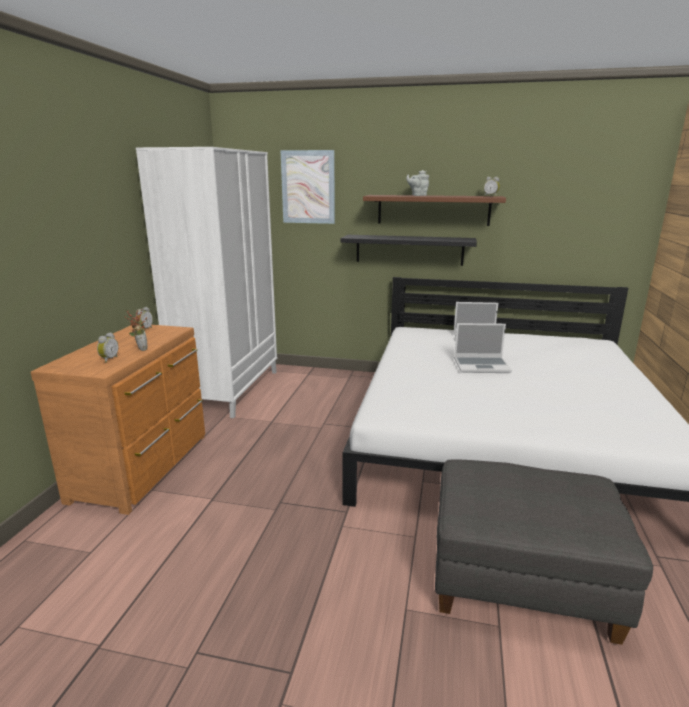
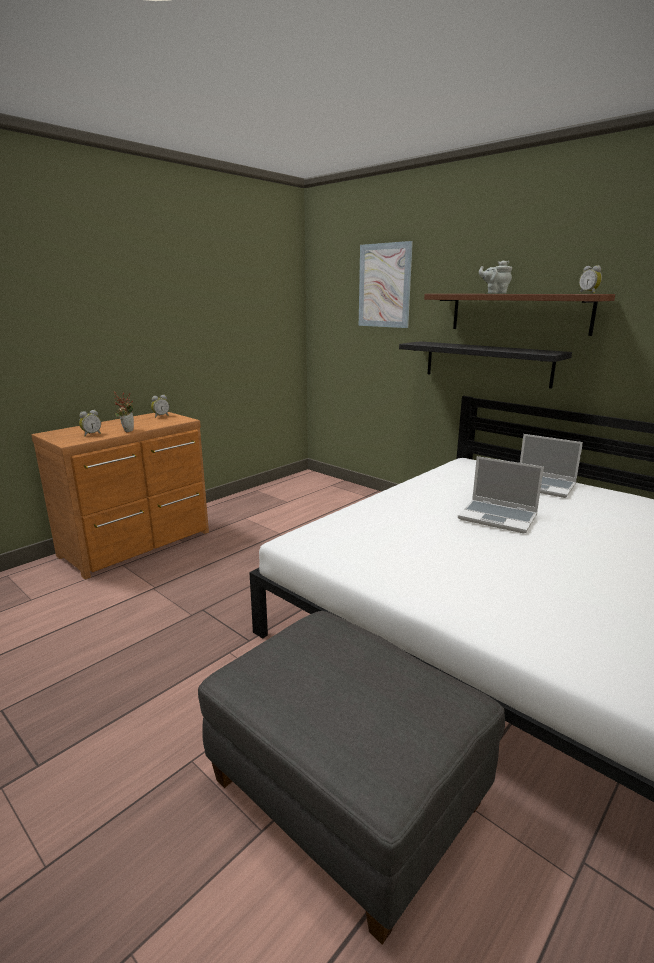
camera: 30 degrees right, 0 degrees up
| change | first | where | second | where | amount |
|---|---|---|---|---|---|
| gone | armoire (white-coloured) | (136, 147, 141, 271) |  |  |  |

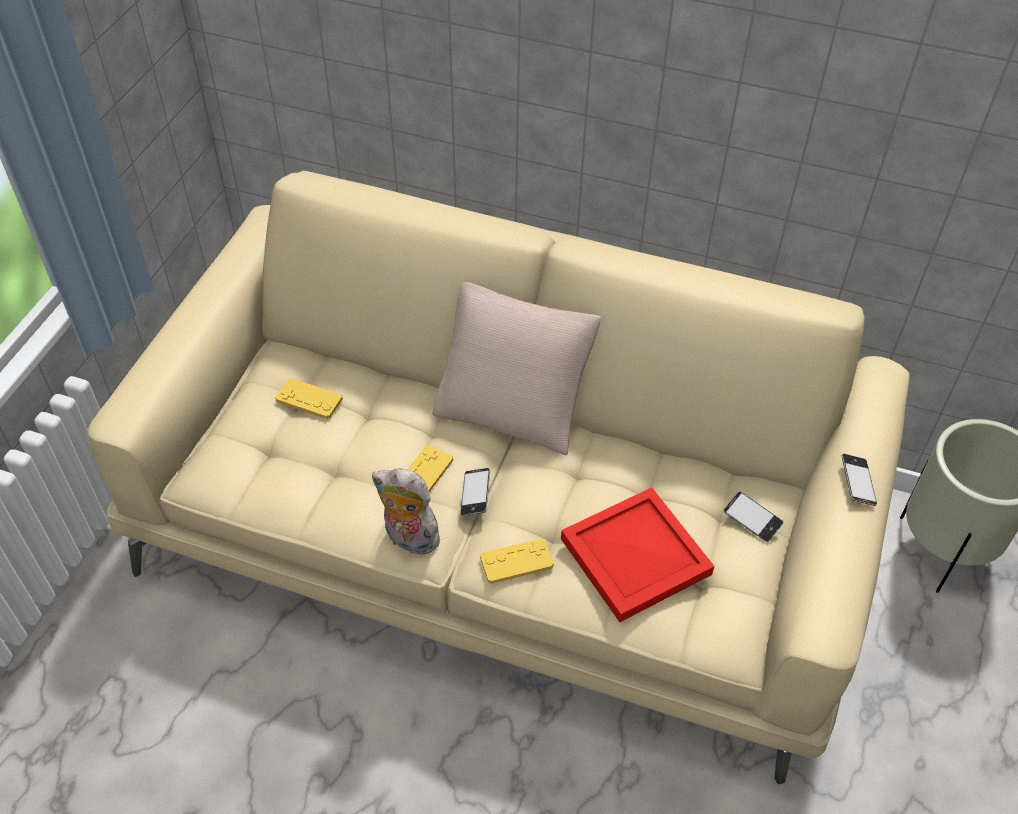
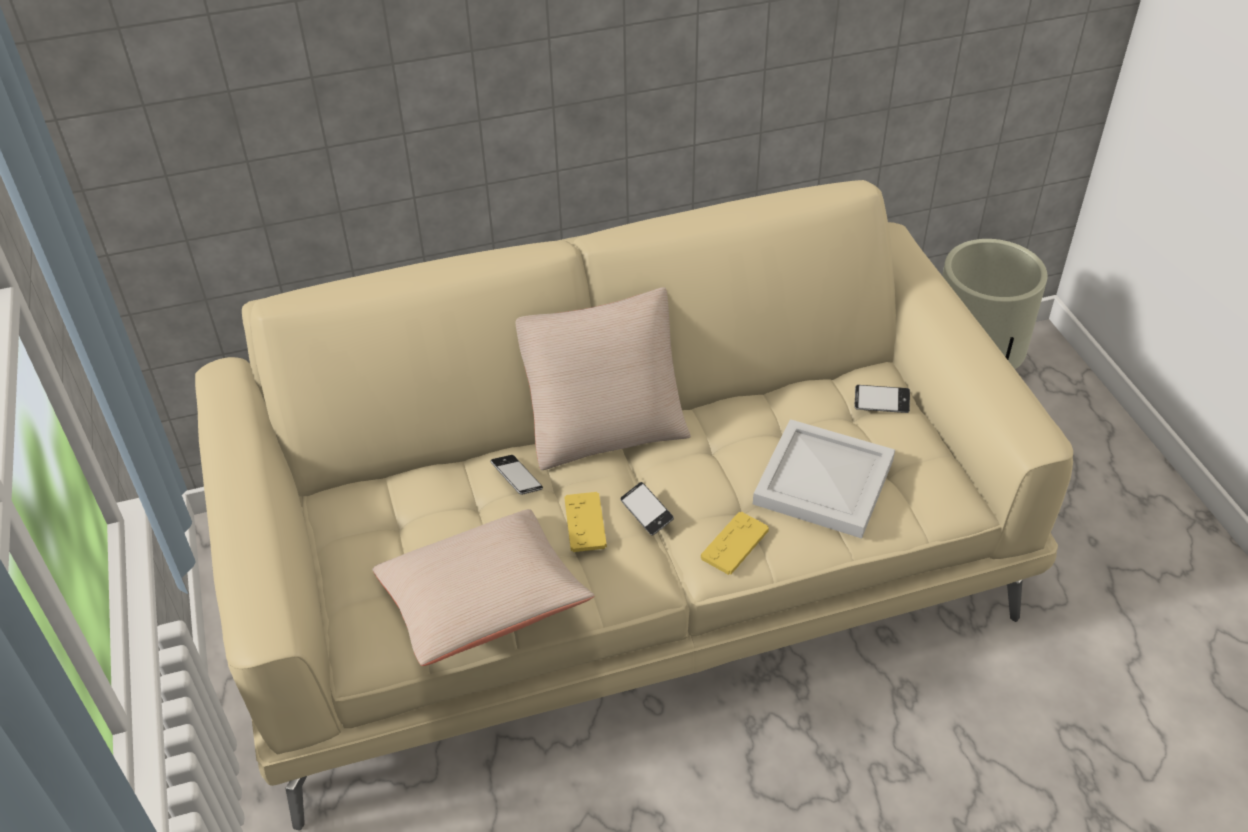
camera: 35 degrees left, 5 degrees down
| change | first | where | second | where | amount |
|---|---|---|---|---|---|
| gone | joypad (yellow) | (275, 378, 68, 41) |  |  |  |
| shifted | handset | (842, 454, 35, 52) |  | (491, 455, 52, 40) |  |
| gone | cuddly toy | (372, 468, 68, 87) |  |  |  |
| repainted | serving tray (red) | (561, 487, 153, 135) | serving tray (white-coloured) | (753, 419, 142, 119) |  |
| new |  |  | cushion (beige) | (372, 509, 222, 157) |  |

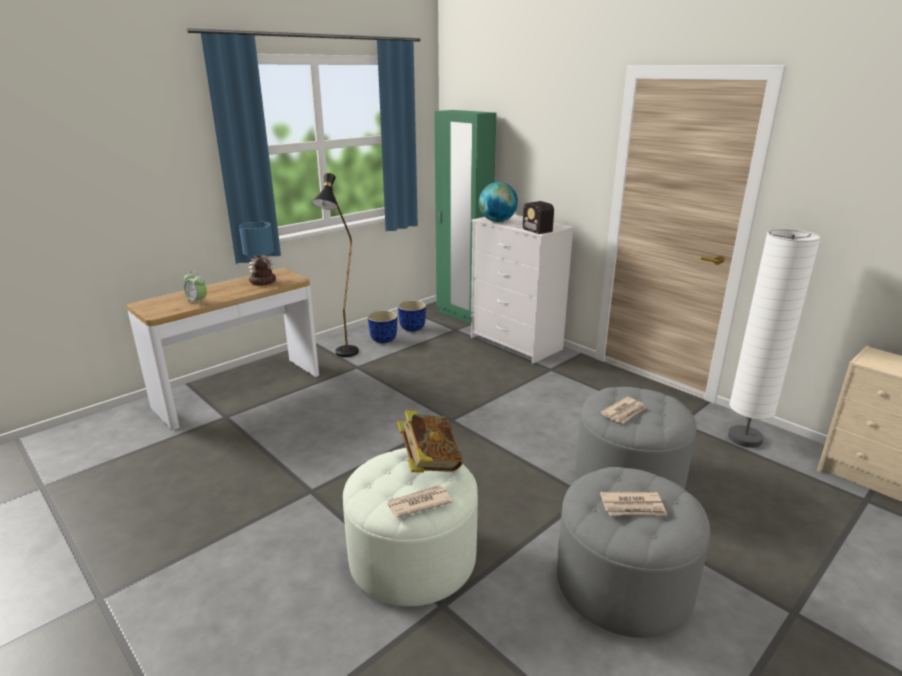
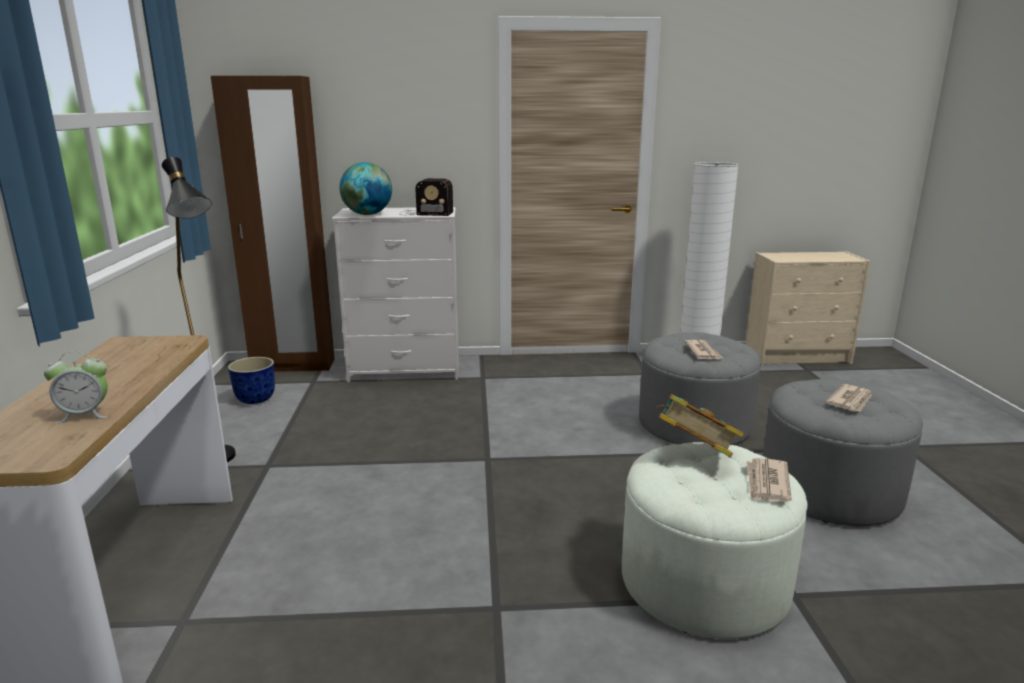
camera: 50 degrees left, 5 degrees down
| change | first | where | second | where | amount |
|---|---|---|---|---|---|
| repainted | armoire (green) | (434, 110, 62, 214) | armoire (brown) | (211, 76, 124, 296) |  |
| gone | tabletop lamp | (239, 222, 37, 64) |  |  |  |
| gone | plant pot | (368, 310, 30, 33) |  |  |  |

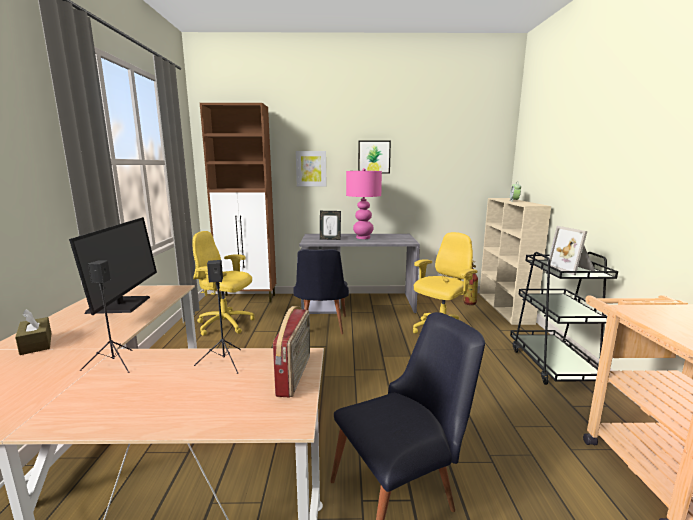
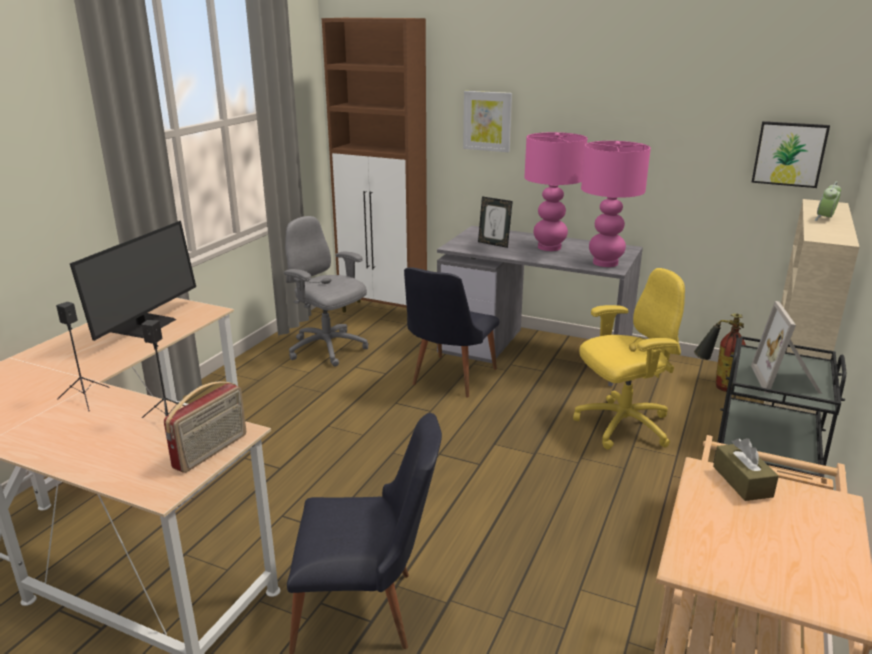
camera: 25 degrees right, 10 degrees up
| change | first | where | second | where | amount |
|---|---|---|---|---|---|
| shifted | wall picture | (358, 140, 33, 33) |  | (751, 121, 79, 67) |  |
| repainted | computer chair (yellow) | (193, 231, 62, 105) | computer chair (gray) | (284, 216, 84, 150) |  |
| shifted | tissue box (brown) | (15, 309, 37, 46) |  | (713, 438, 66, 63) |  |
| new |  |  | tabletop lamp (pink) | (581, 141, 70, 126) |  |

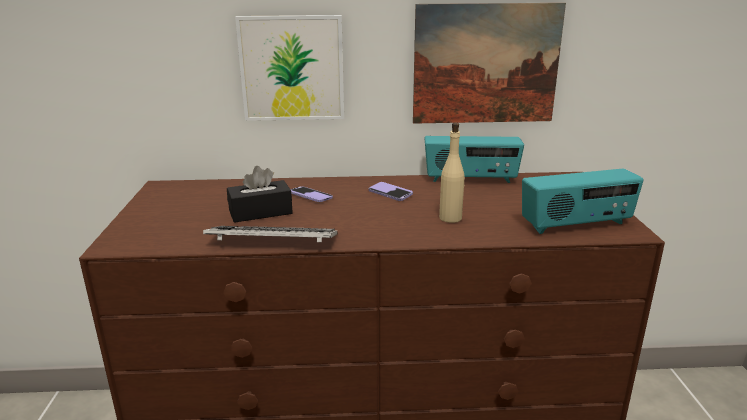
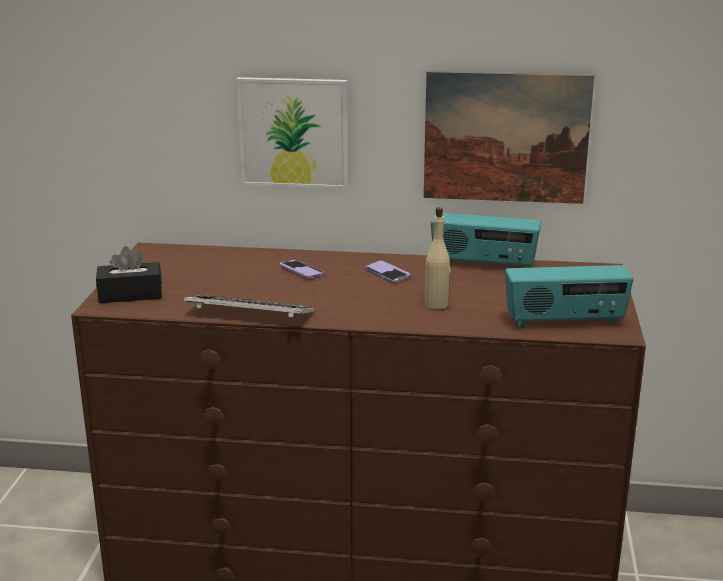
camera: 10 degrees right, 0 degrees up
| change | first | where | second | where | amount |
|---|---|---|---|---|---|
| shifted | tissue box (blackish) | (227, 166, 66, 57) |  | (96, 246, 66, 57) |  |

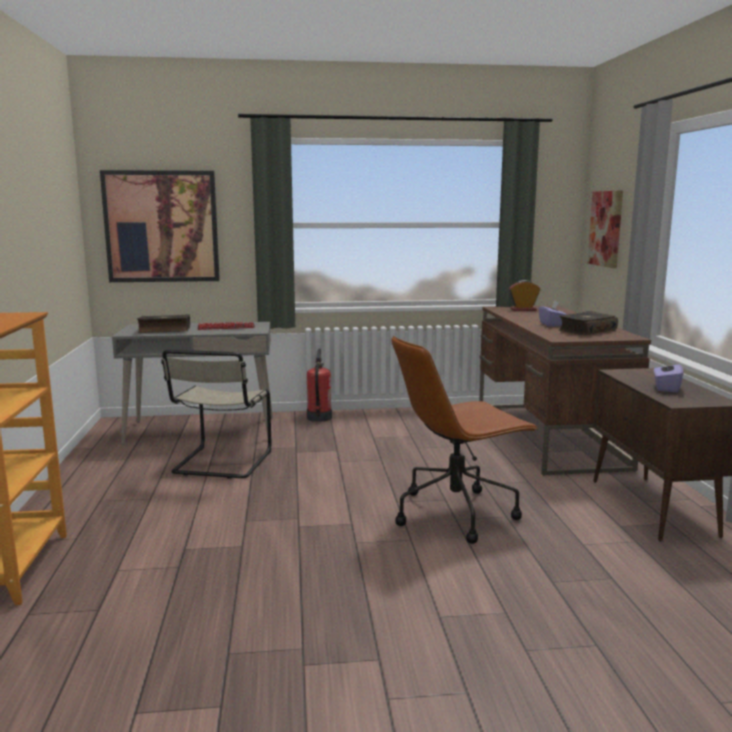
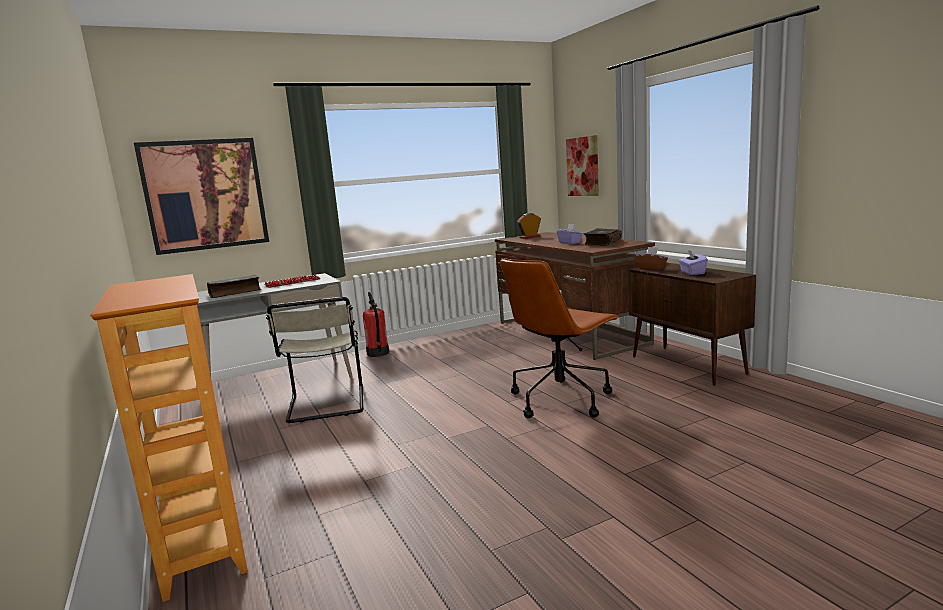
camera: 20 degrees left, 0 degrees up
| change | first | where | second | where | amount |
|---|---|---|---|---|---|
| new |  |  | tissue box (brown) | (635, 247, 33, 24) |  |

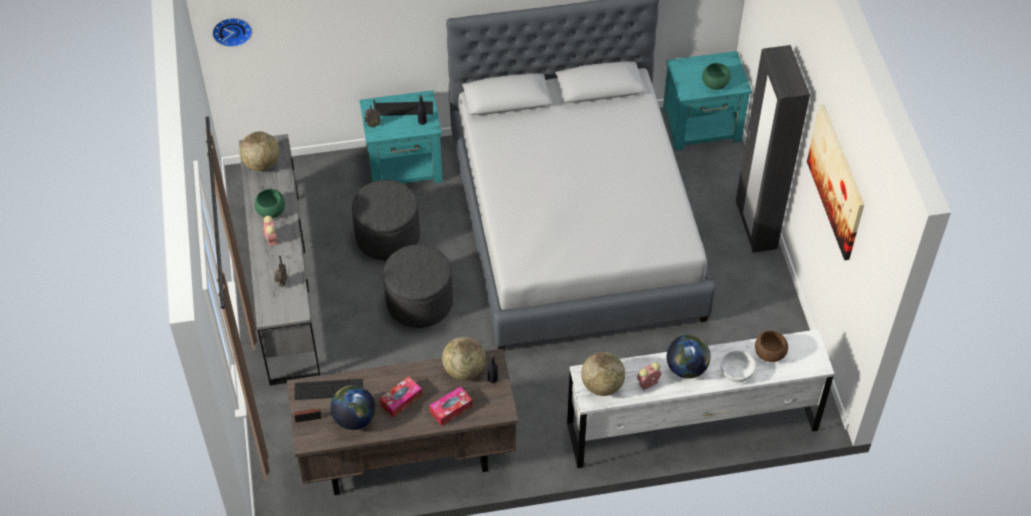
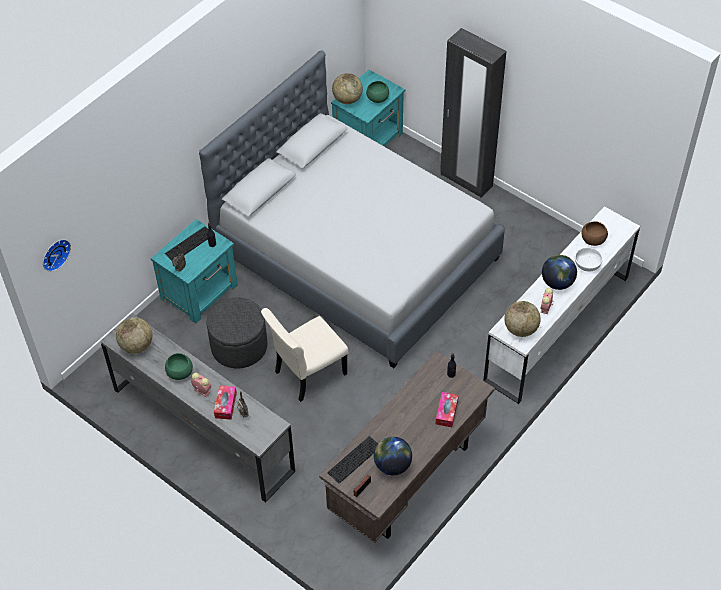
camera: 40 degrees left, 0 degrees up
| change | first | where | second | where | amount |
|---|---|---|---|---|---|
| gone | wall picture | (807, 104, 57, 156) |  |  |  |
| swapped | pouffe (gray) | (383, 245, 70, 83) | upright chair (beige) | (261, 308, 87, 94) |  |
| shifted | globe | (442, 337, 44, 43) |  | (332, 73, 31, 31) |  |
| shifted | tissue box | (380, 376, 42, 42) |  | (214, 385, 23, 35) |  |

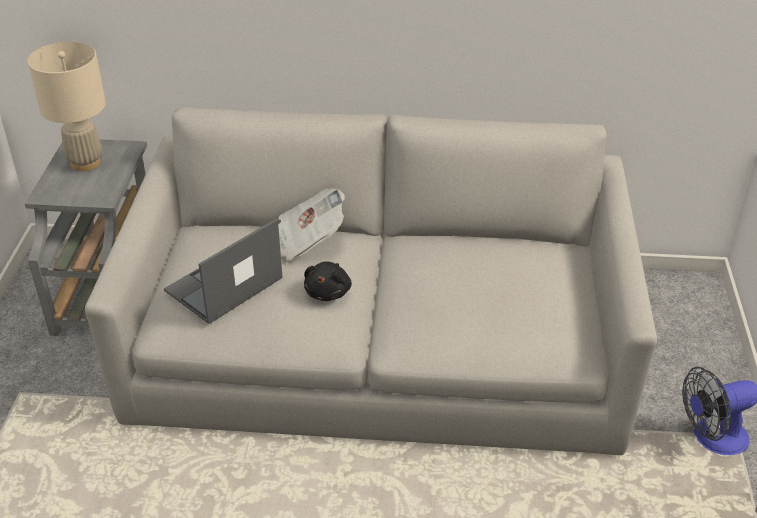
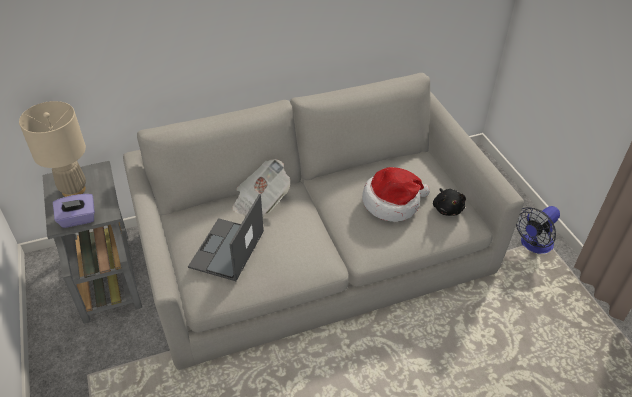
camera: 25 degrees left, 5 degrees up
| change | first | where | second | where | amount |
|---|---|---|---|---|---|
| shifted | cuddly toy (blackish) | (304, 262, 48, 39) |  | (433, 188, 33, 28) |  |
| new |  |  | hat | (362, 167, 68, 55) |  |
| new |  |  | tissue box (purple) | (53, 194, 42, 34) |  |

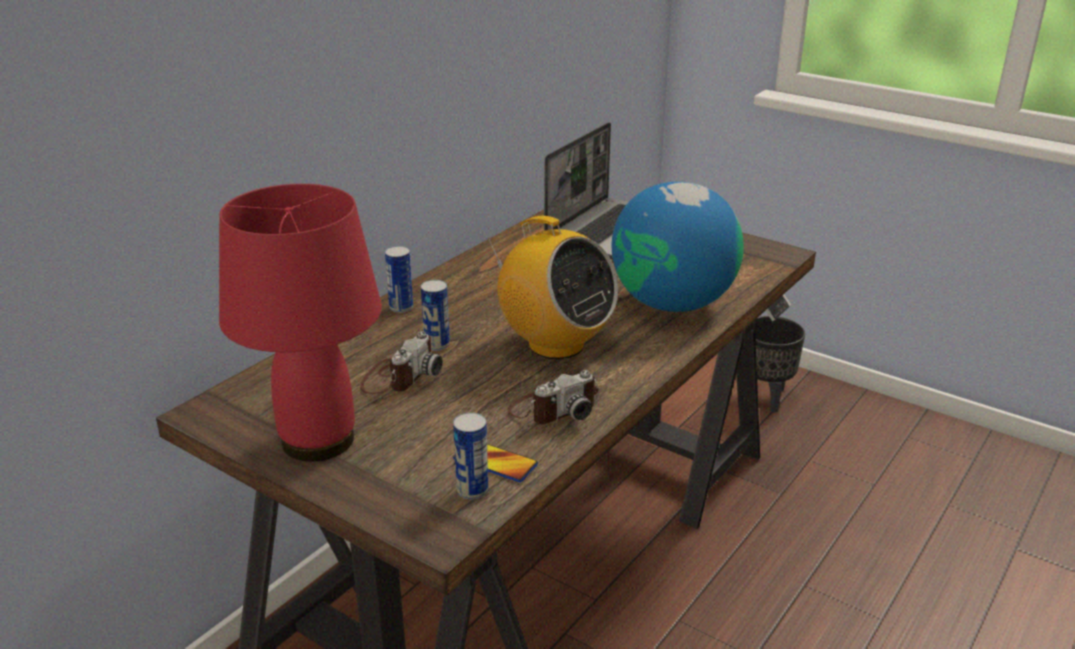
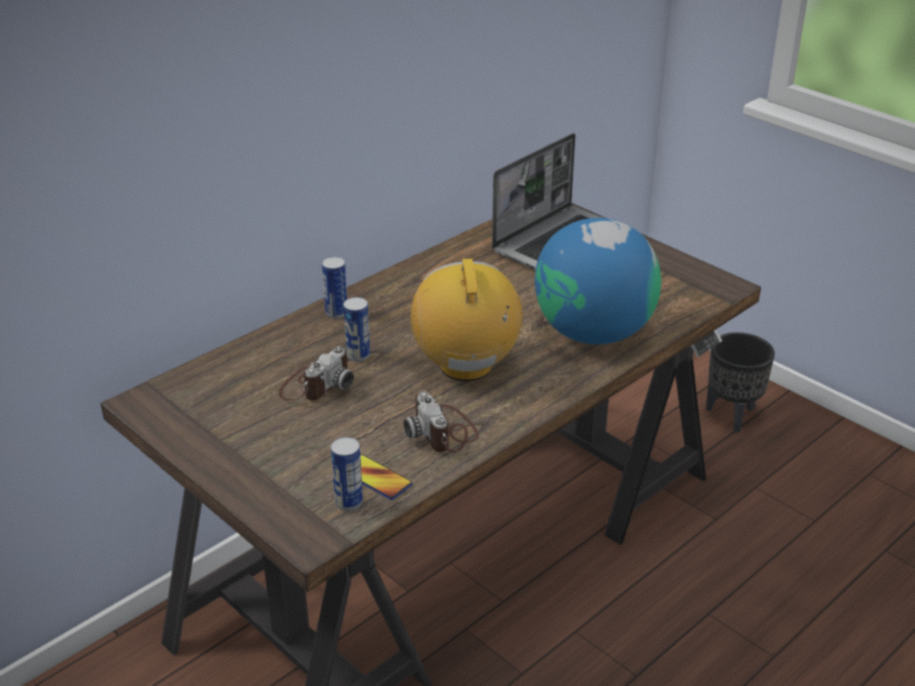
camera: 10 degrees right, 5 degrees up
| change | first | where | second | where | amount |
|---|---|---|---|---|---|
| gone | tabletop lamp (red) | (219, 184, 163, 278) |  |  |  |
| rotated | radio | (488, 216, 130, 143) |  | (411, 258, 111, 123) | 150 degrees counterclockwise |
| rotated | photo camera | (507, 370, 92, 54) |  | (404, 391, 75, 62) | 90 degrees clockwise |

